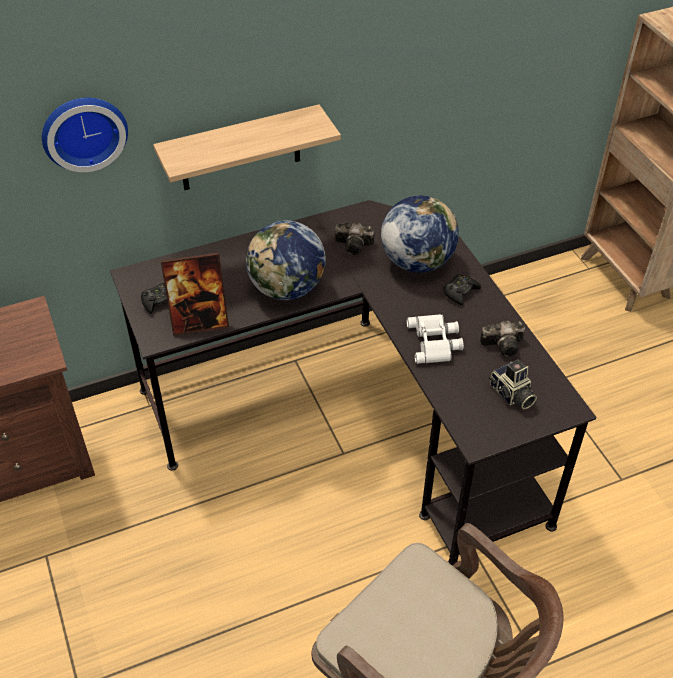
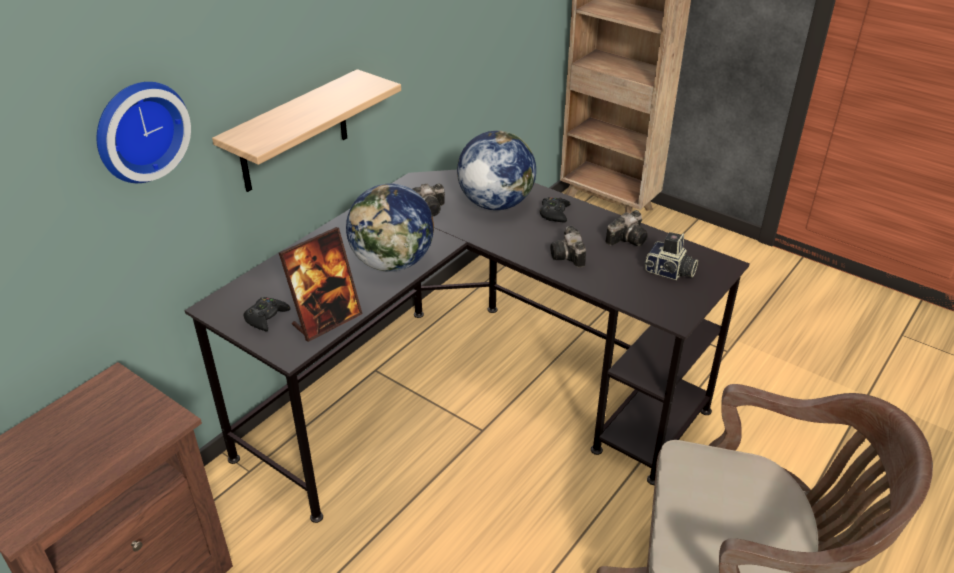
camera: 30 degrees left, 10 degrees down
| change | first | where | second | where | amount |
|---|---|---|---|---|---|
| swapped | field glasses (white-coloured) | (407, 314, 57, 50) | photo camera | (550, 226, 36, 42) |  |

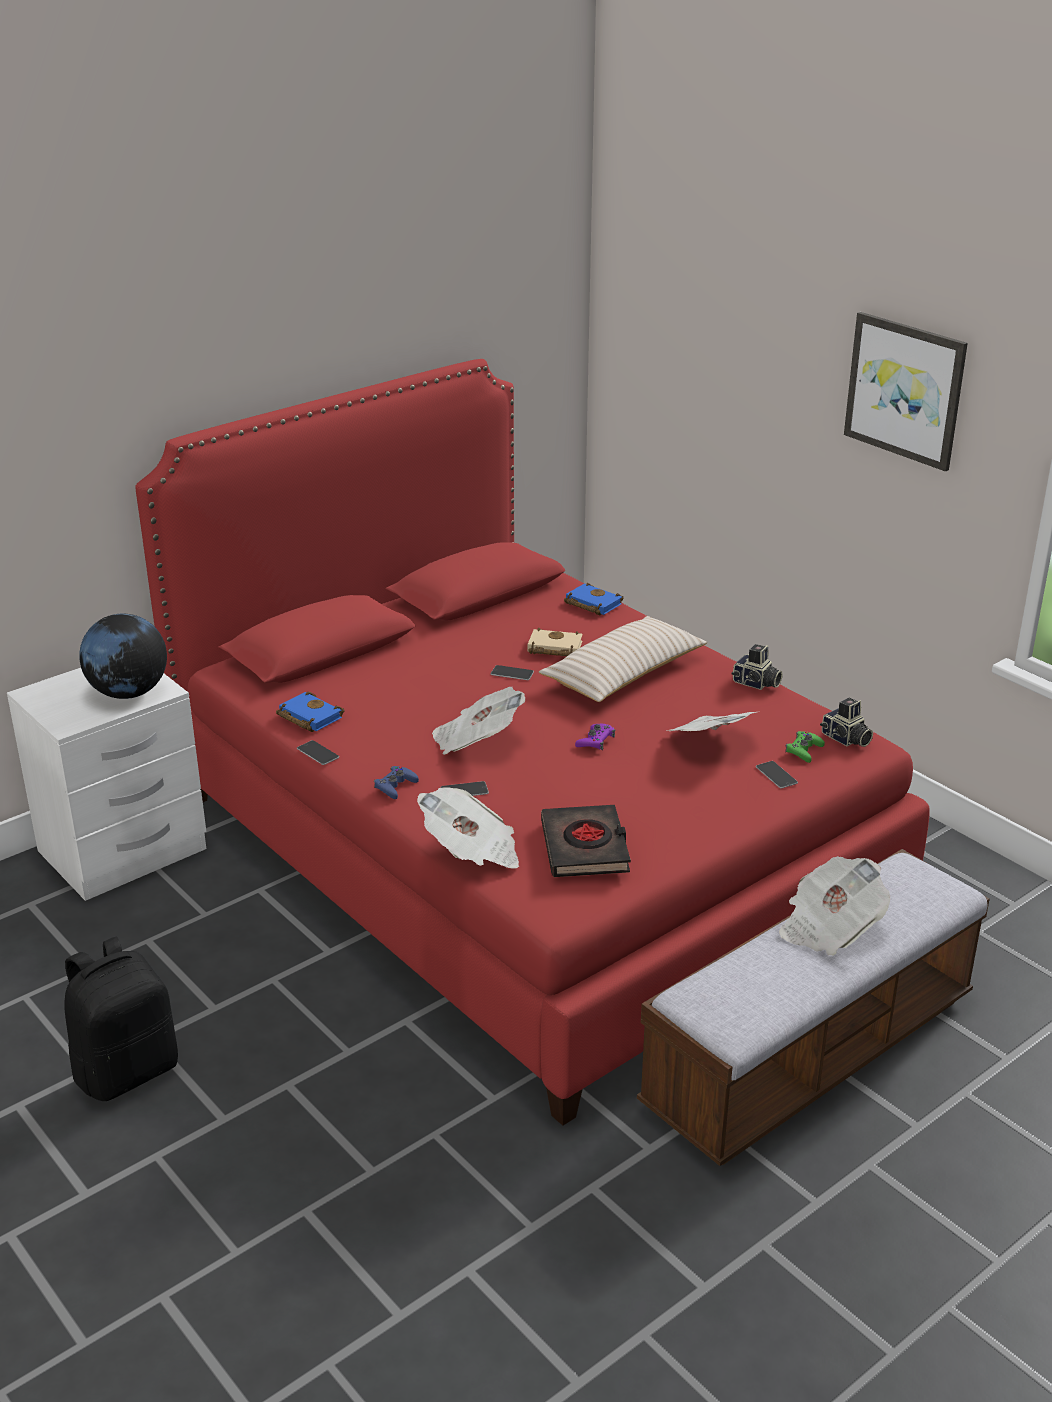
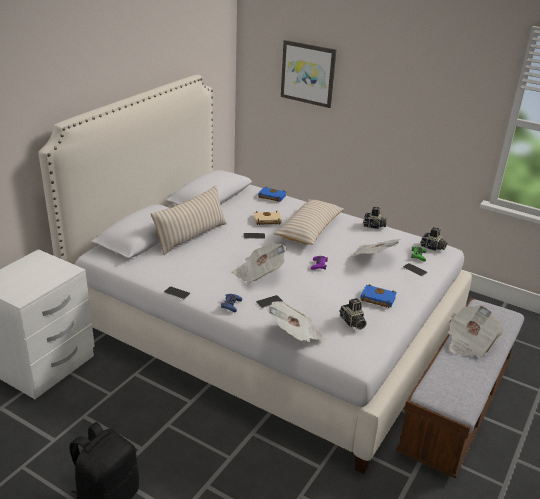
camera: 20 degrees left, 0 degrees up
| change | first | where | second | where | amount |
|---|---|---|---|---|---|
| shifted | wall picture | (844, 312, 124, 159) |  | (281, 40, 55, 68) |  |
| repainted | sleeping bed (red) | (135, 359, 795, 767) | sleeping bed (white-coloured) | (38, 75, 434, 399) |  |
| gone | globe | (79, 614, 88, 85) |  |  |  |
| shifted | book (blue-coloured) | (276, 692, 69, 40) |  | (360, 284, 37, 24) |  |
| swapped | book (blackish) | (541, 805, 90, 72) | photo camera | (339, 298, 28, 32) |  |
| new |  |  | cushion (beige) | (151, 185, 76, 70) |  |

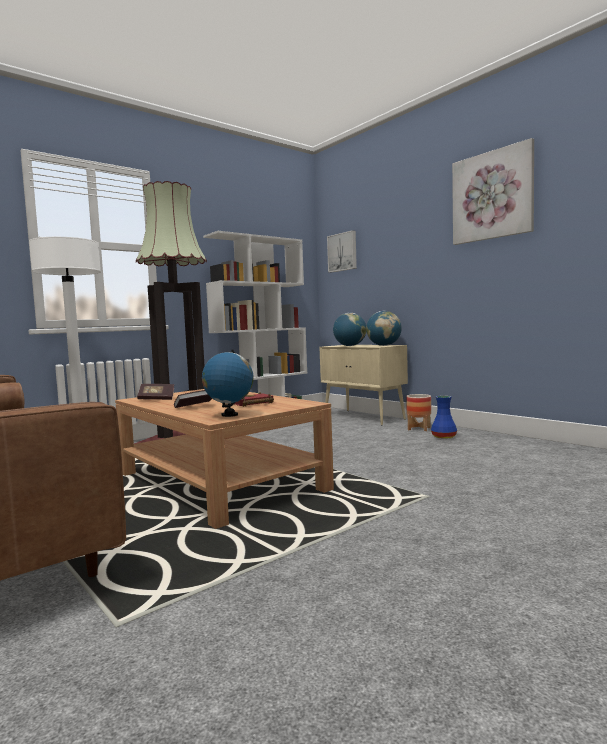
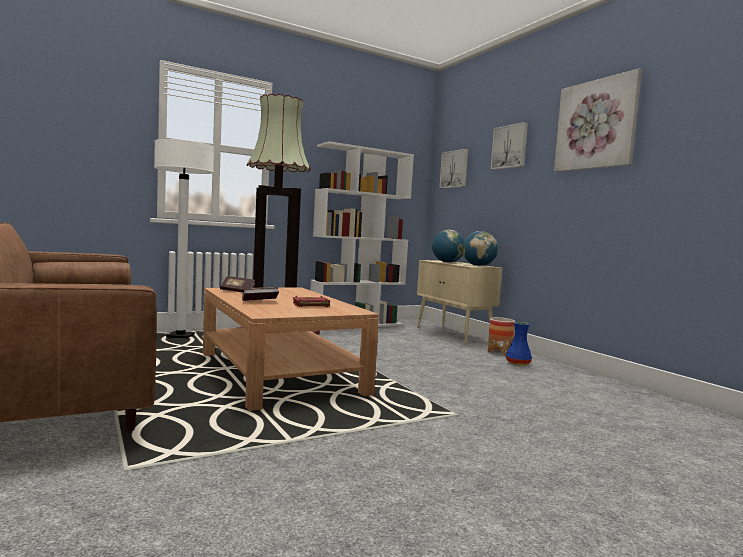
camera: 10 degrees right, 0 degrees up
| change | first | where | second | where | amount |
|---|---|---|---|---|---|
| gone | globe | (202, 349, 52, 68) |  |  |  |
| new |  |  | wall picture | (491, 122, 37, 48) |  |

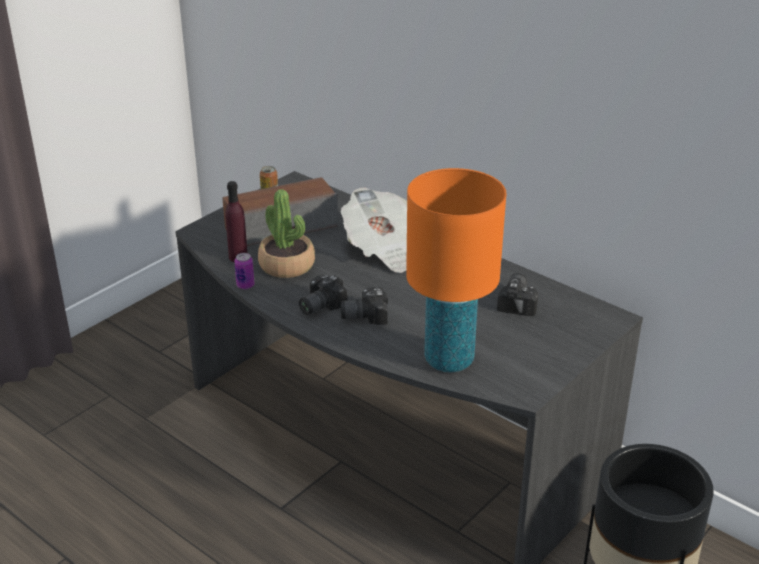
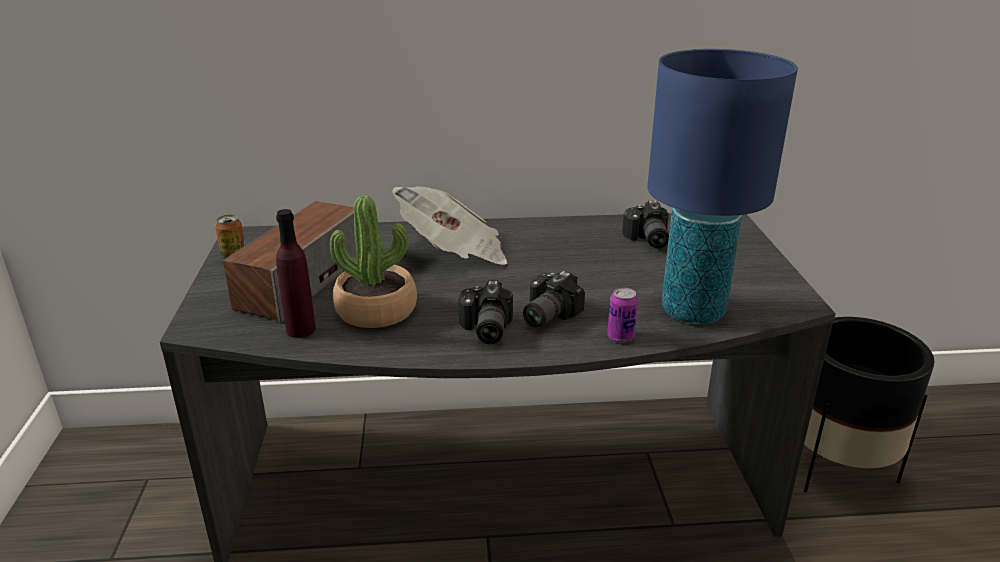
camera: 45 degrees left, 5 degrees down
| change | first | where | second | where | amount |
|---|---|---|---|---|---|
| repainted | tabletop lamp (orangey) | (406, 168, 101, 205) | tabletop lamp (blue-coloured) | (647, 49, 151, 275) |  |
| shifted | can | (234, 253, 21, 36) |  | (607, 287, 31, 56) |  |
| rotated | photo camera | (497, 273, 41, 43) |  | (622, 200, 47, 49) | 150 degrees counterclockwise |

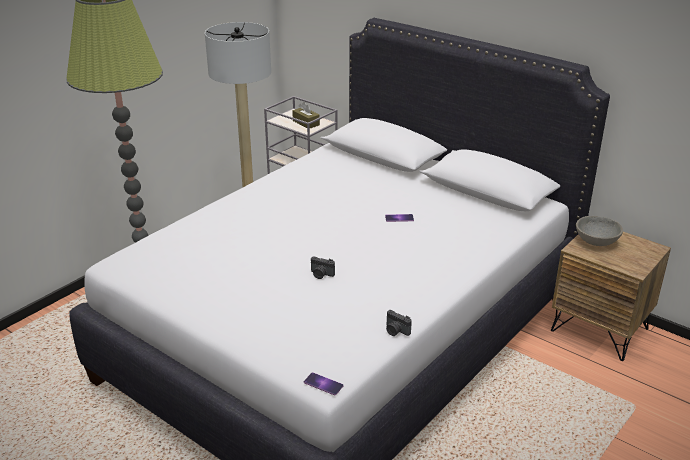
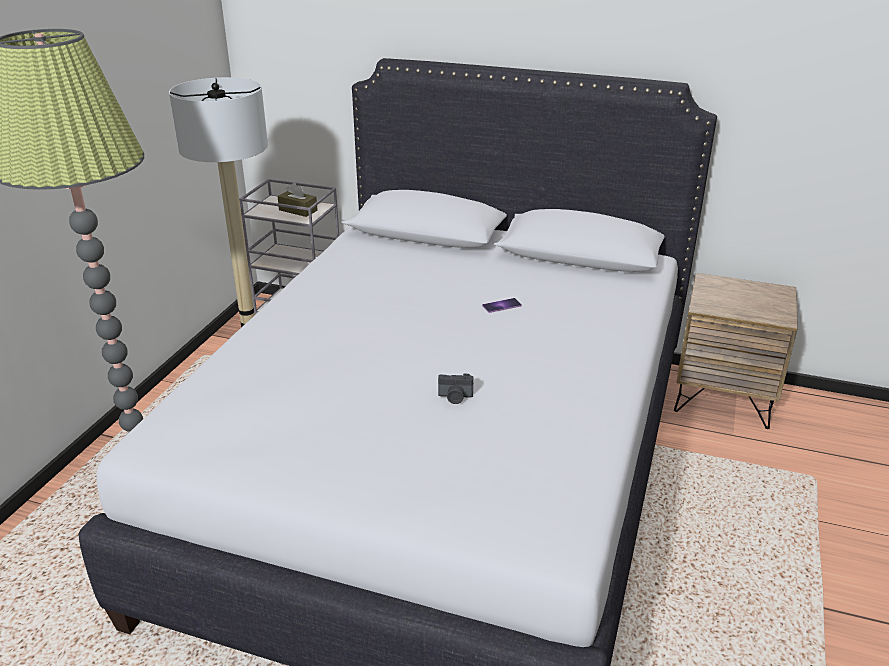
camera: 20 degrees left, 0 degrees up
| change | first | where | second | where | amount |
|---|---|---|---|---|---|
| gone | deep dish (gray) | (576, 216, 47, 30) |  |  |  |
| gone | photo camera | (386, 310, 26, 26) |  |  |  |
| gone | handset | (304, 372, 40, 23) |  |  |  |

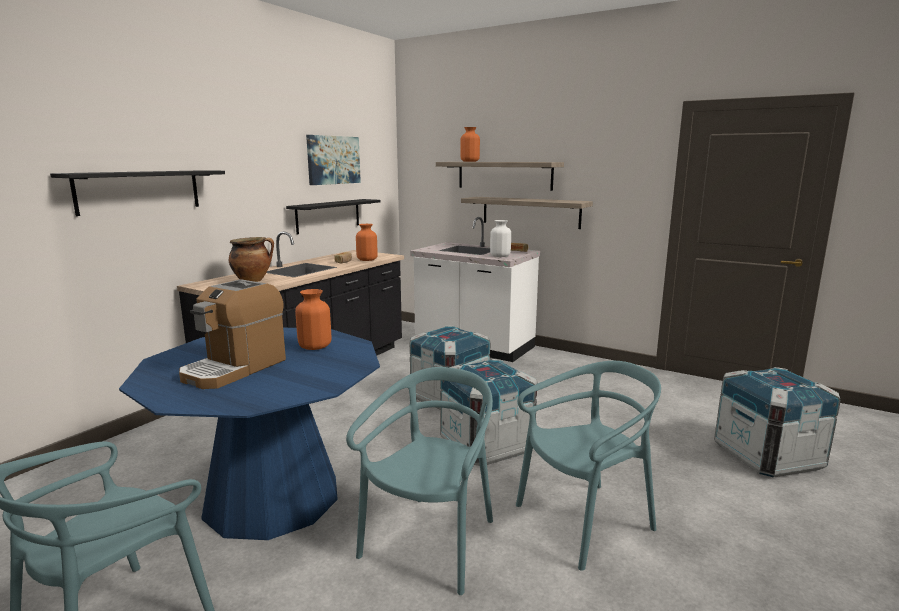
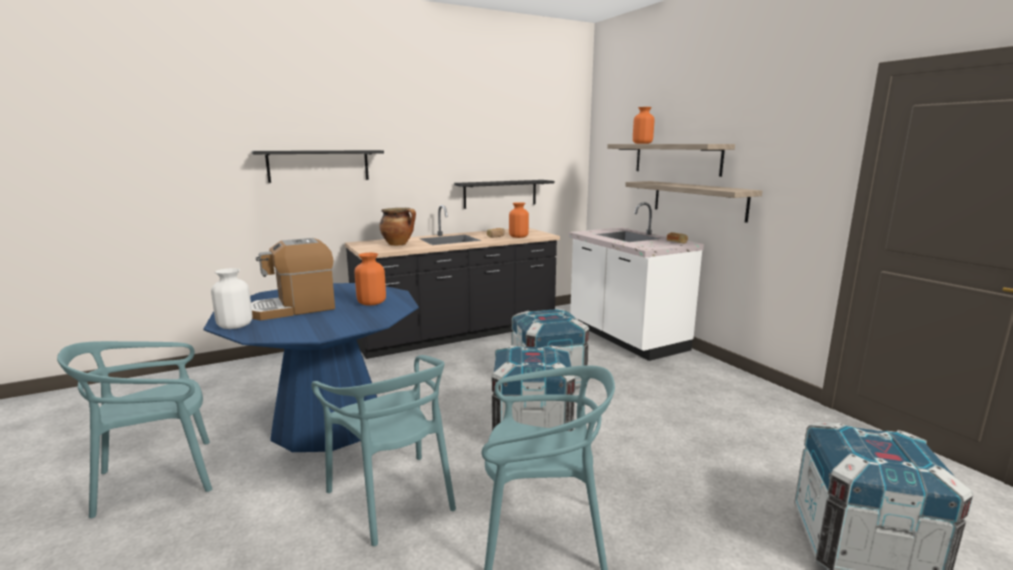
camera: 30 degrees right, 0 degrees up
| change | first | where | second | where | amount |
|---|---|---|---|---|---|
| gone | wall picture | (306, 135, 55, 50) |  |  |  |
| shifted | vase (white-coloured) | (490, 220, 21, 37) |  | (211, 268, 41, 61) |  |
| rotated | upright chair (turquoise) | (346, 367, 147, 228) |  | (311, 355, 145, 191) | 90 degrees clockwise |

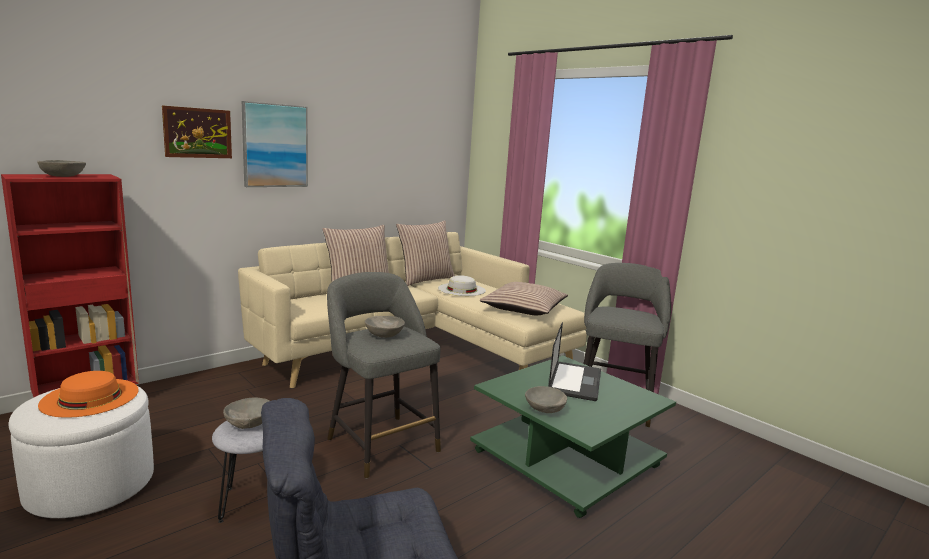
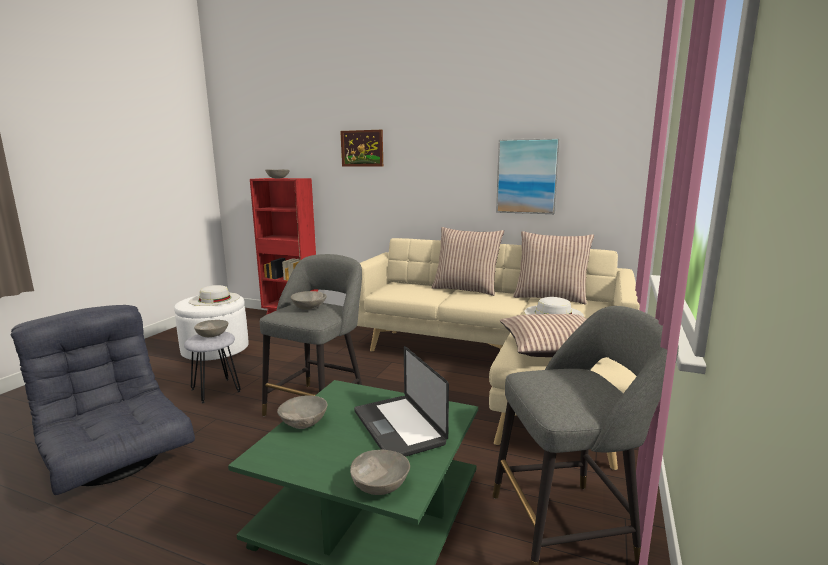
camera: 65 degrees right, 0 degrees up
| change | first | where | second | where | amount |
|---|---|---|---|---|---|
| shifted | wall picture | (242, 101, 66, 86) |  | (496, 138, 64, 76) |  |
| rotated | laptop | (548, 322, 53, 79) |  | (354, 346, 95, 111) | 75 degrees clockwise |
| repainted | hat (orangey) | (38, 371, 101, 47) | hat (white-coloured) | (189, 285, 51, 21) |  |
| new |  |  | deep dish (gray) | (350, 450, 60, 45) |  |

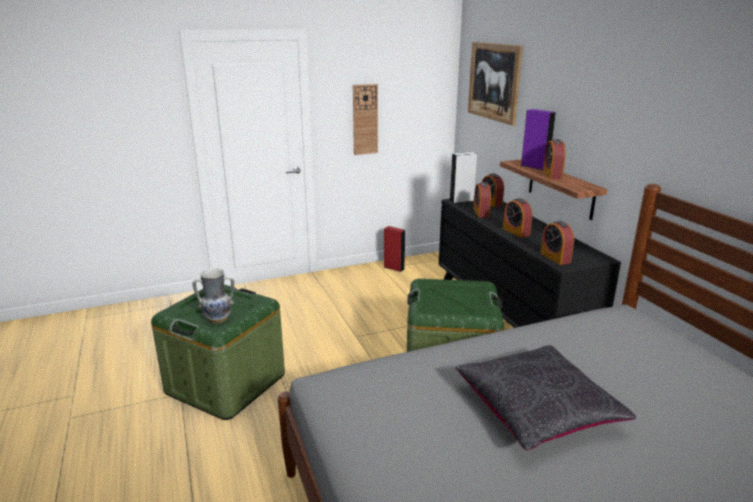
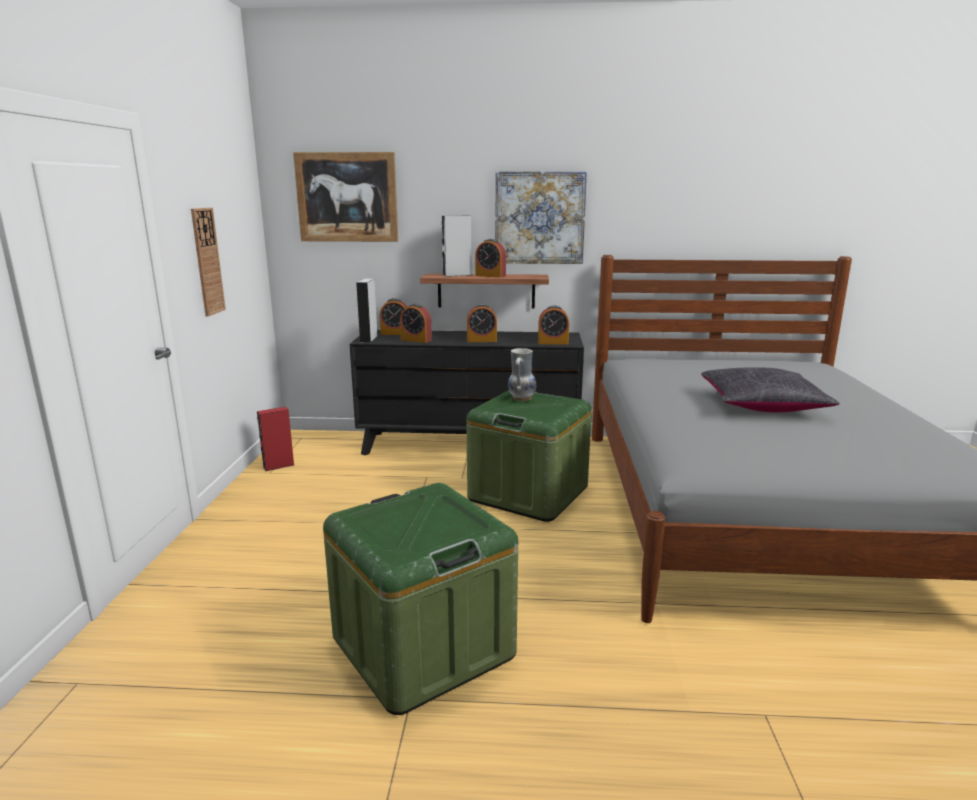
camera: 65 degrees left, 5 degrees down
| change | first | where | second | where | amount |
|---|---|---|---|---|---|
| repainted | speaker (purple) | (521, 109, 35, 61) | speaker (gray) | (442, 215, 30, 62) |  |
| shifted | vase | (192, 268, 42, 55) |  | (508, 348, 28, 53) |  |
| new |  |  | wall picture | (495, 171, 92, 93) |  |

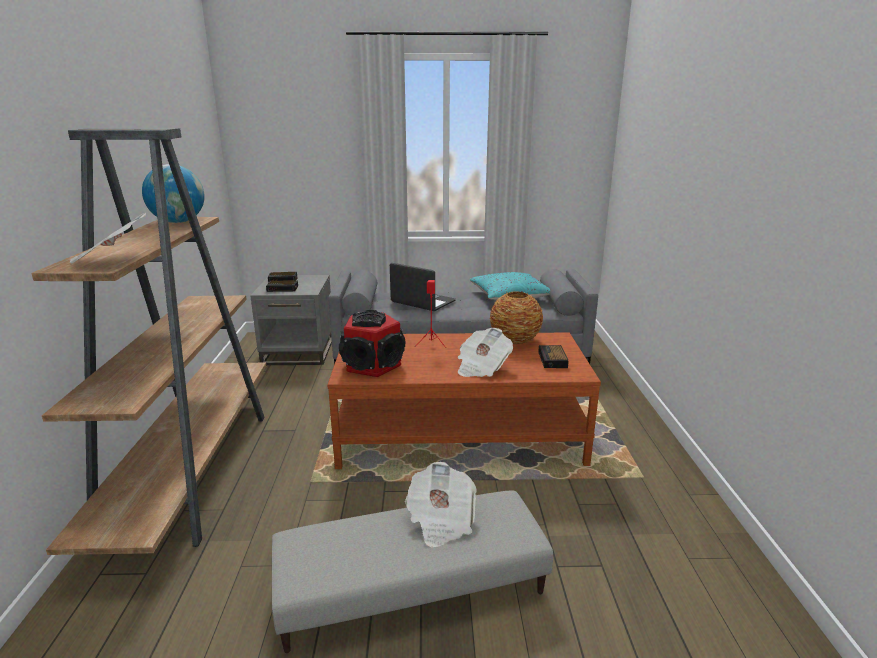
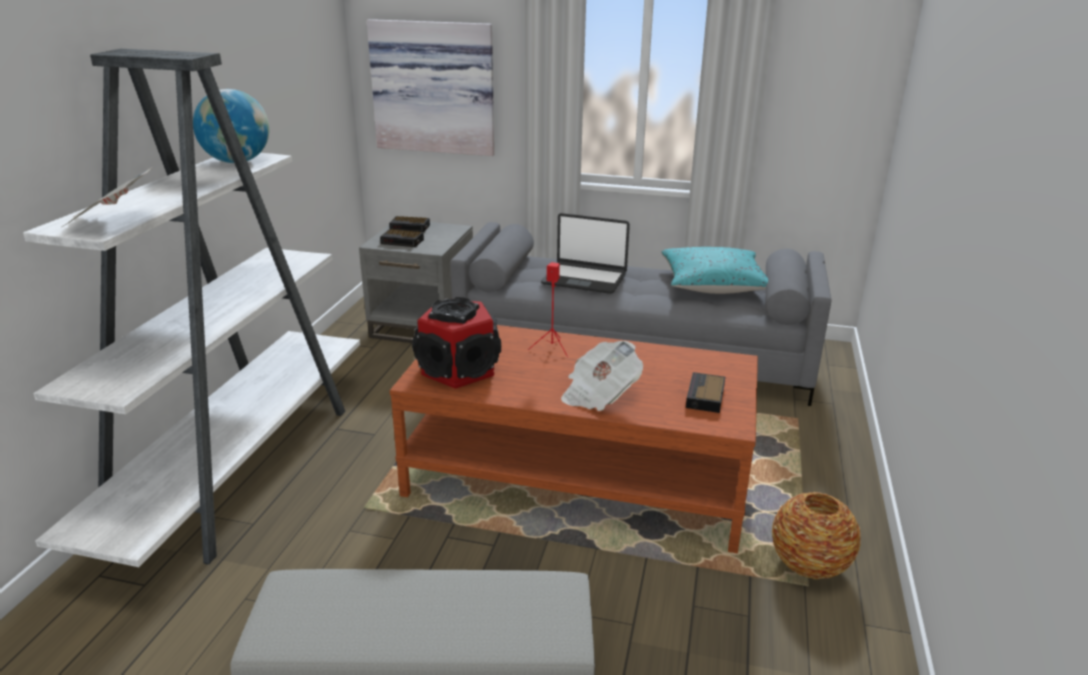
camera: 15 degrees right, 5 degrees up
| change | first | where | second | where | amount |
|---|---|---|---|---|---|
| repainted | bookshelf (brown) | (31, 128, 235, 427) | bookshelf (white-coloured) | (23, 49, 337, 518) |  |
| rotated | laptop | (390, 263, 66, 48) |  | (541, 213, 89, 81) | 150 degrees clockwise |
| shifted | vase | (490, 291, 53, 53) |  | (772, 492, 89, 87) |  |
| gone | newspaper | (405, 462, 71, 86) |  |  |  |
| new |  |  | wall picture | (366, 19, 128, 137) |  |

